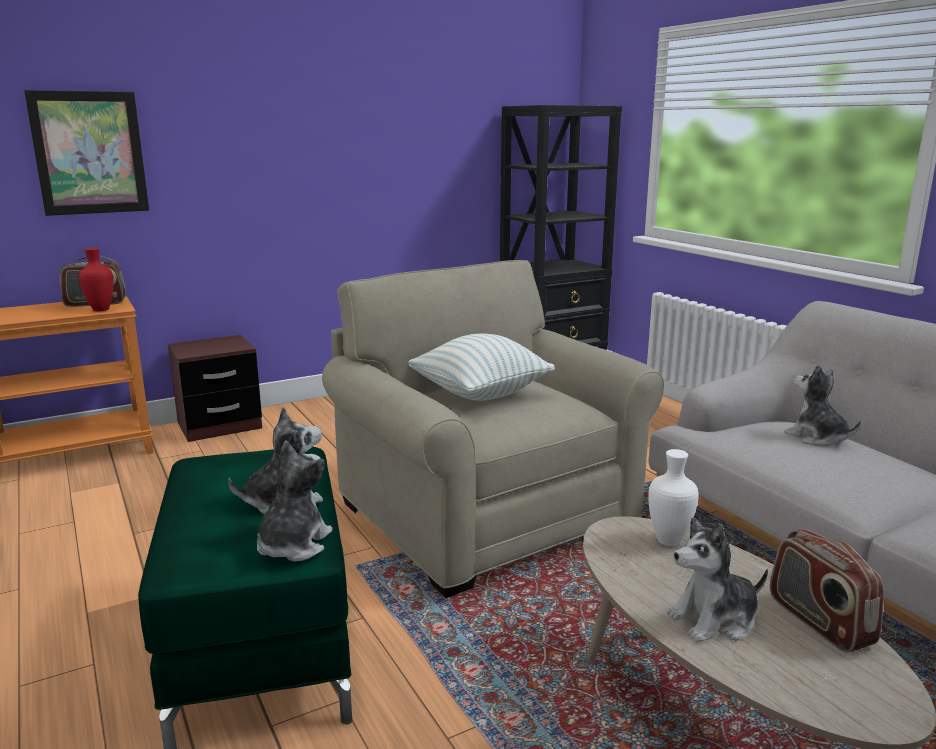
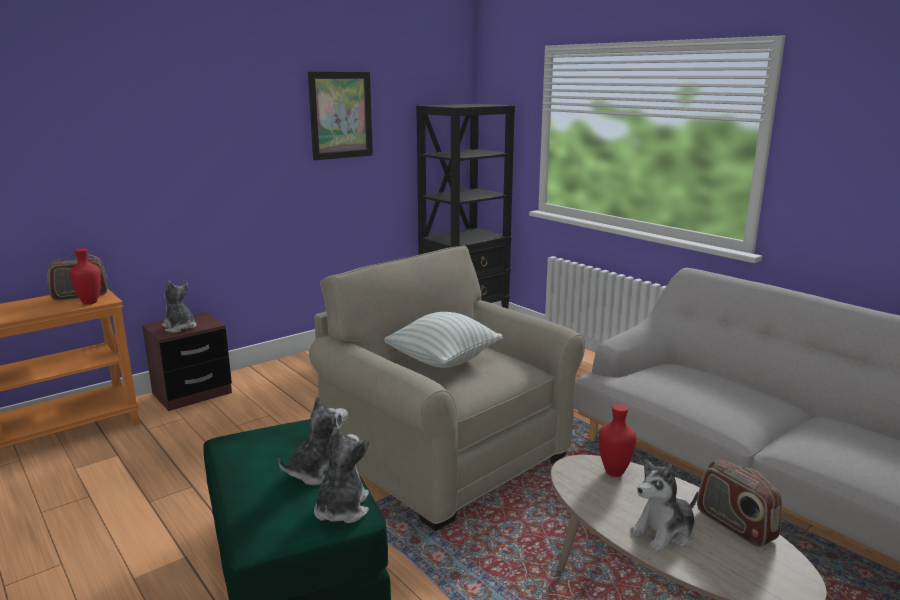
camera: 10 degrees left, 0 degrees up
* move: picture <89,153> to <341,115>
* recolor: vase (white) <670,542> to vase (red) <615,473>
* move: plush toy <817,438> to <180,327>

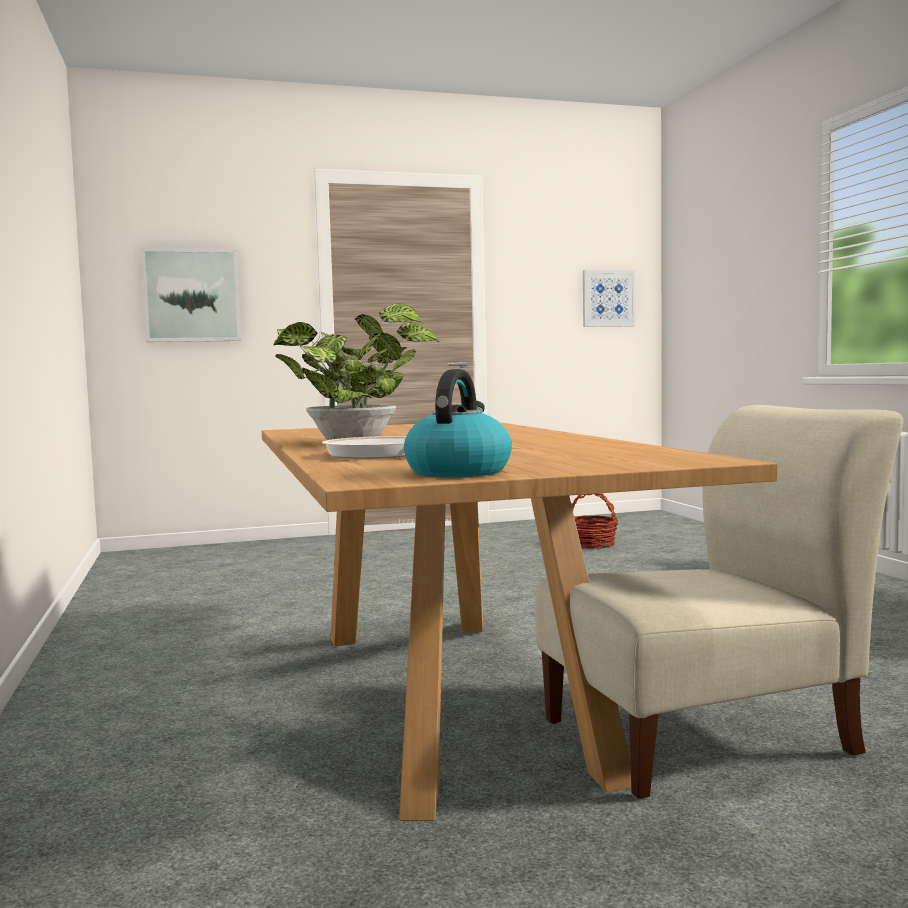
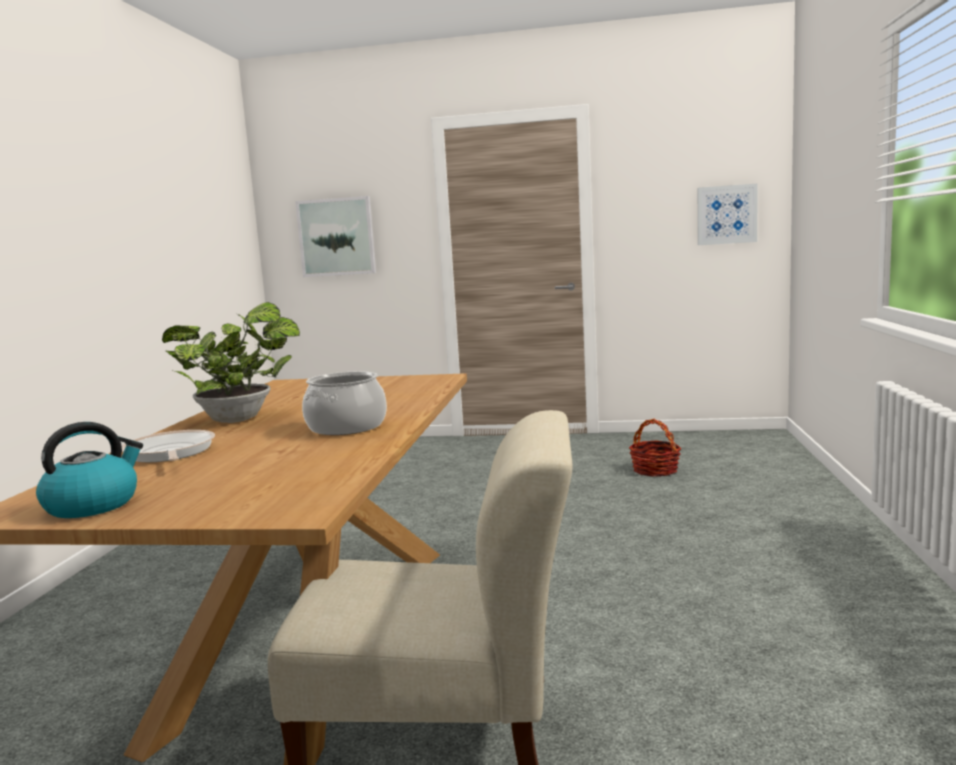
camera: 25 degrees right, 5 degrees up
* insert: cooking pot <346,427>

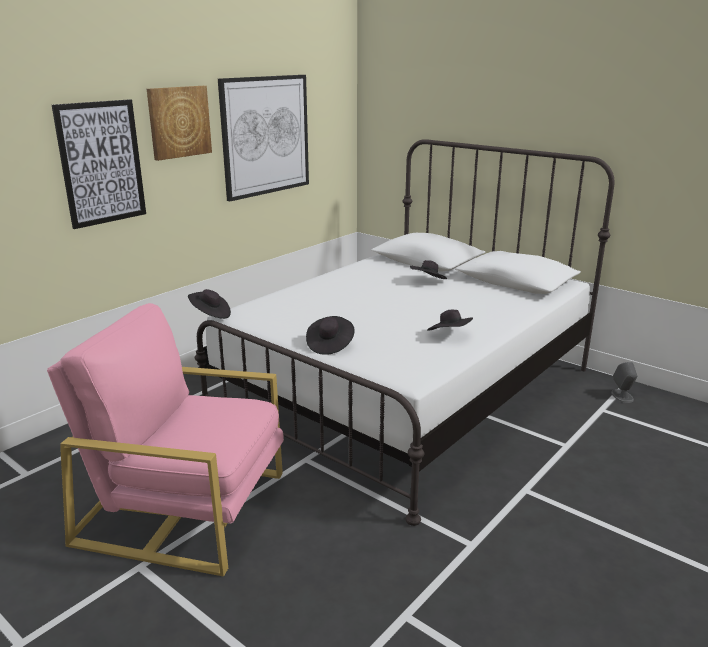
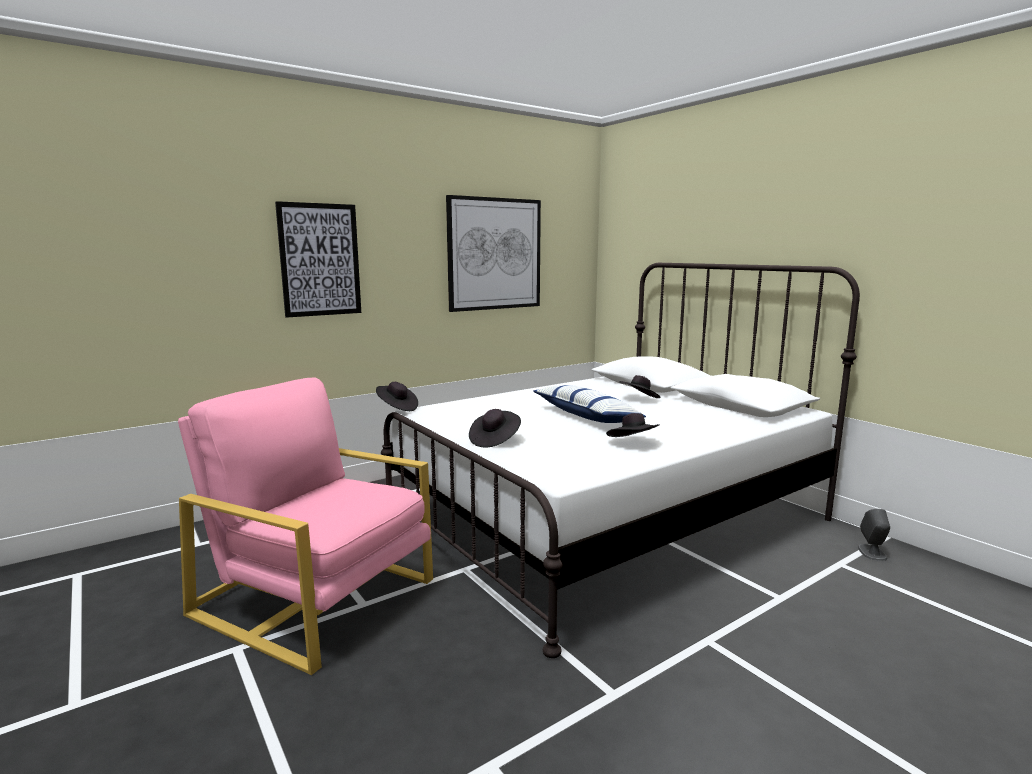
camera: 15 degrees right, 10 degrees down
* delete: picture <179,122>
* insert: pillow <586,416>

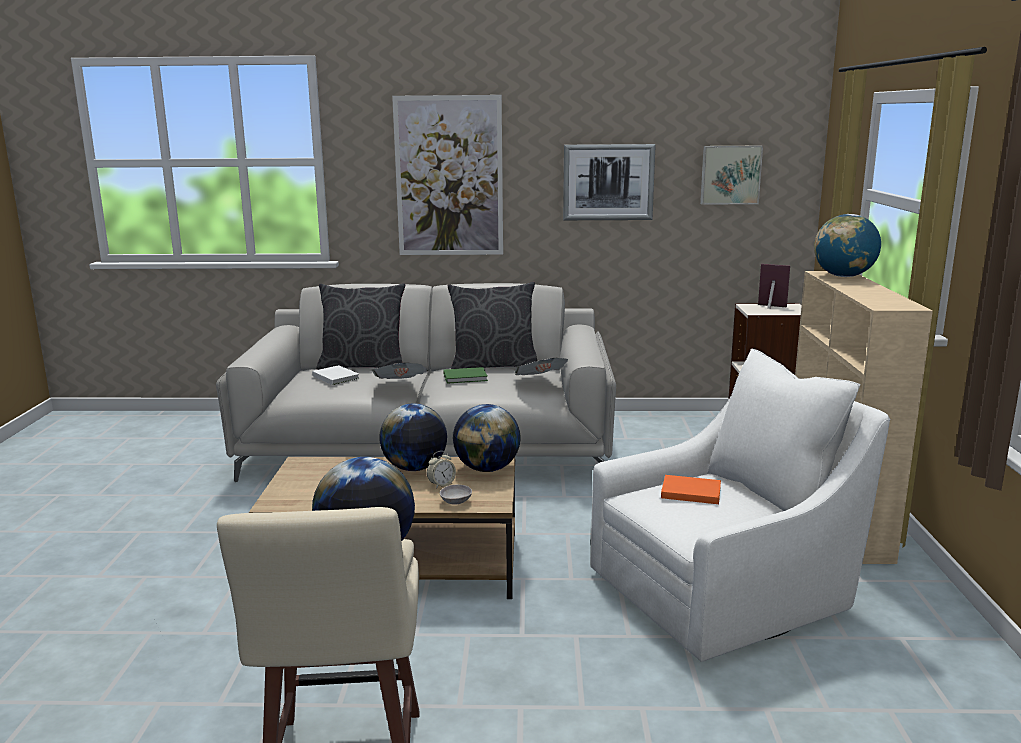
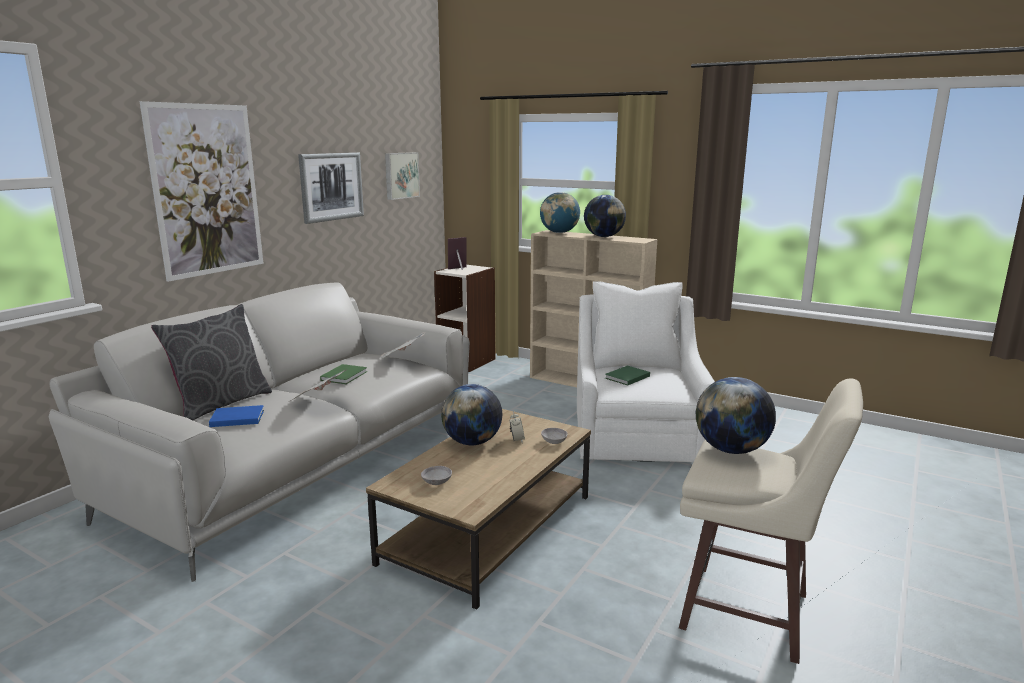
camera: 60 degrees left, 0 degrees up
* recolor: book (white) <335,377> to book (blue) <236,418>
* delete: pillow (grey) <493,366>
* move: globe <487,469> to <603,236>
* recolor: book (orange) <689,491> to book (green) <626,377>
* insert: bowl (grey) <436,482>

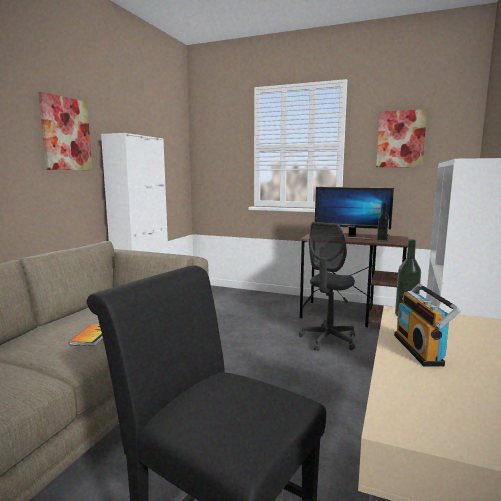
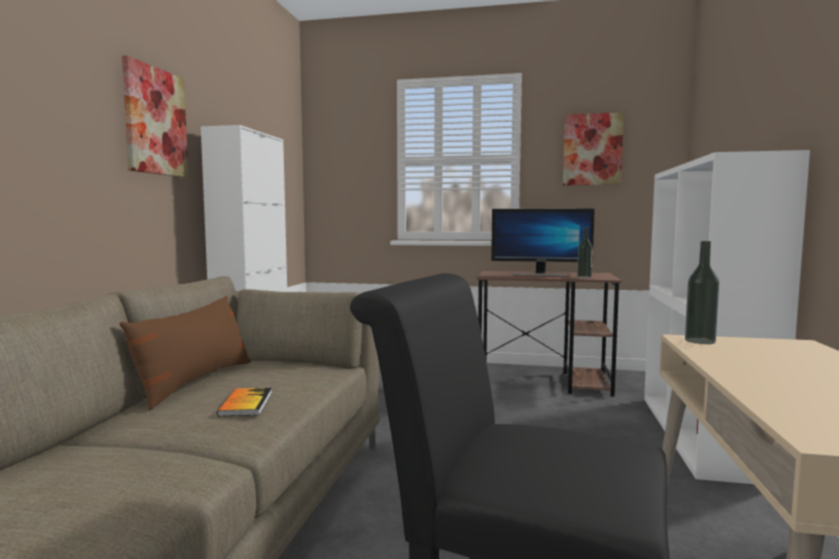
camera: 10 degrees left, 5 degrees down
* delete: office chair (grey) <328,340>
* delete: radio <421,349>
* insert: pillow (brown) <195,381>

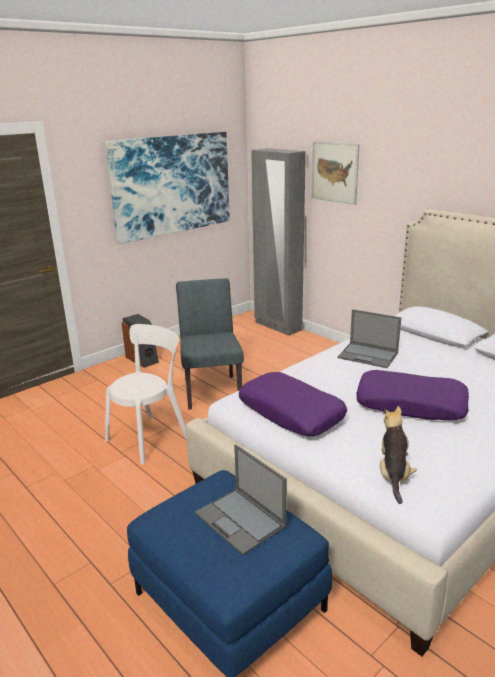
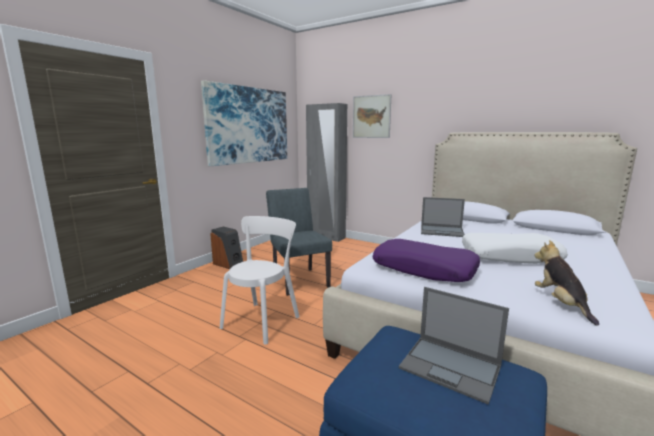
camera: 15 degrees left, 10 degrees down
* recolor: pillow (purple) <411,404> to pillow (white) <510,256>

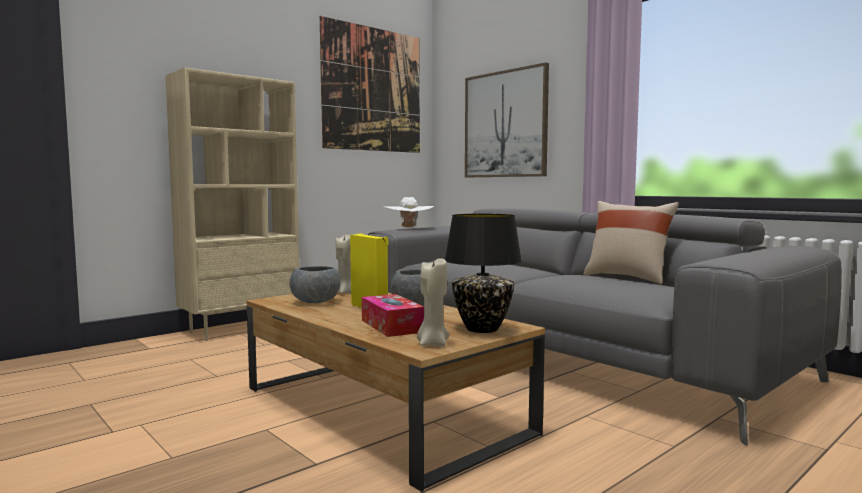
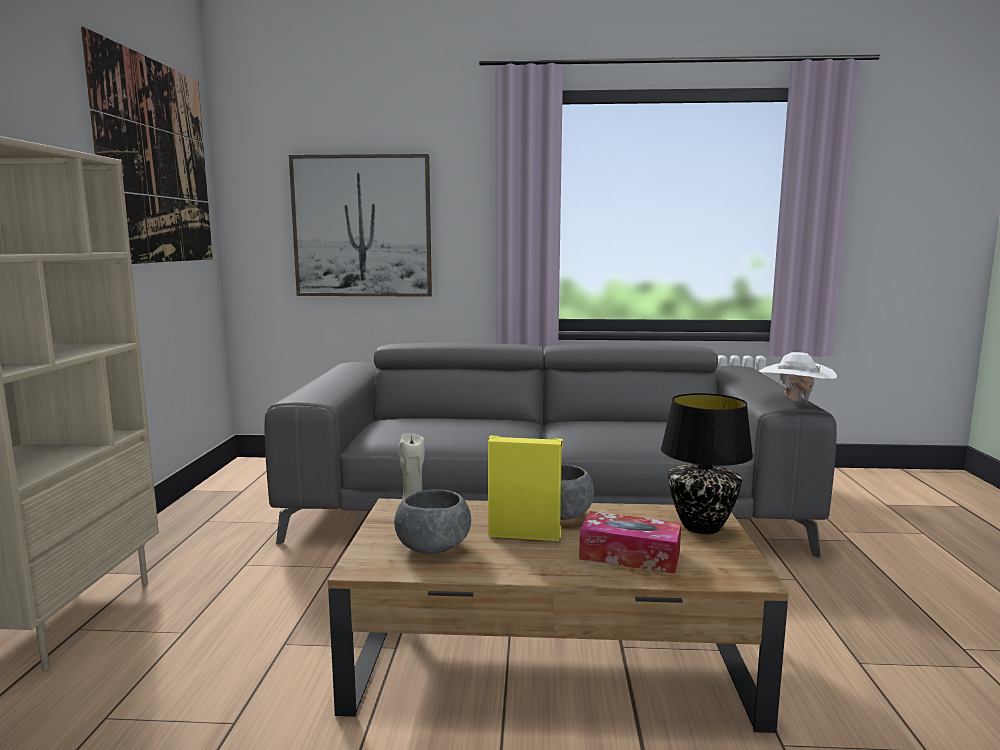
camera: 45 degrees left, 5 degrees up
* move: hat (white) <408,228> to <794,401>
* delete: candle (beige) <432,344>
* delete: pillow (beige) <627,278>

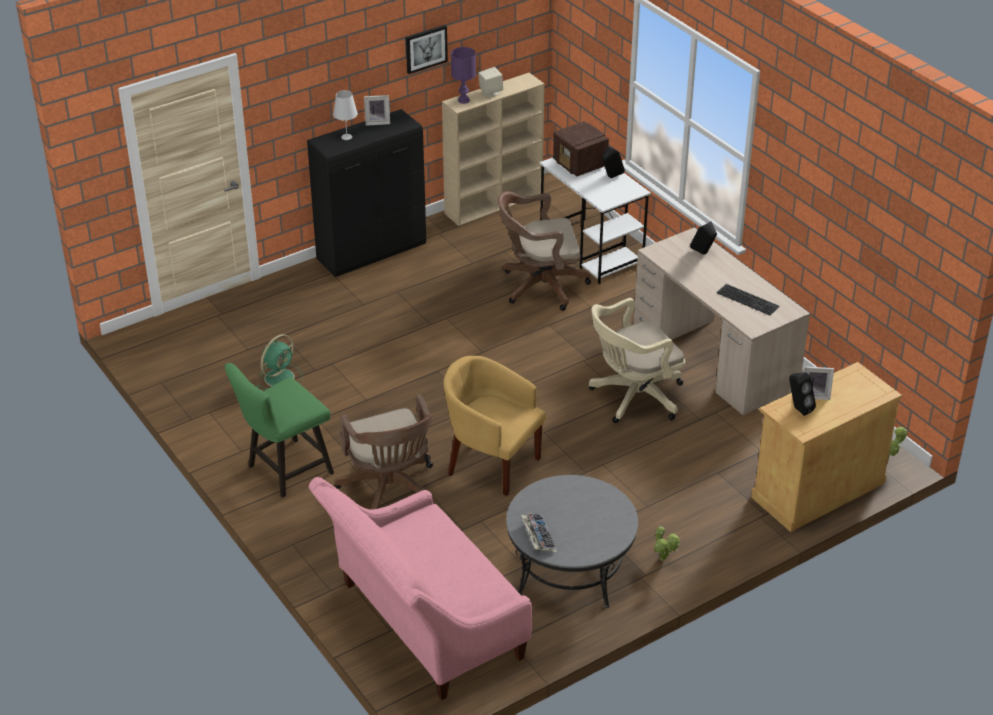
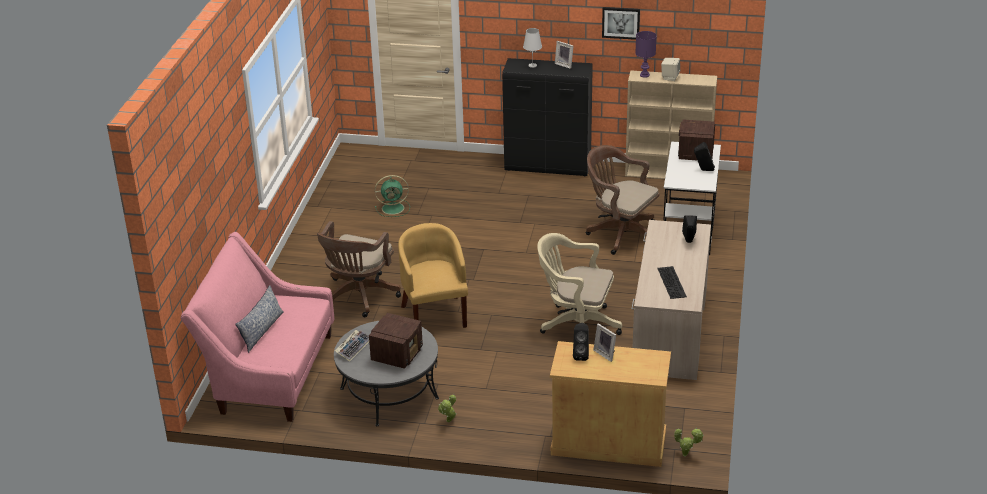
camera: 45 degrees right, 5 degrees down
* delete: chair (green) <285,471>
* insert: pillow <261,331>
* insert: radio <397,354>

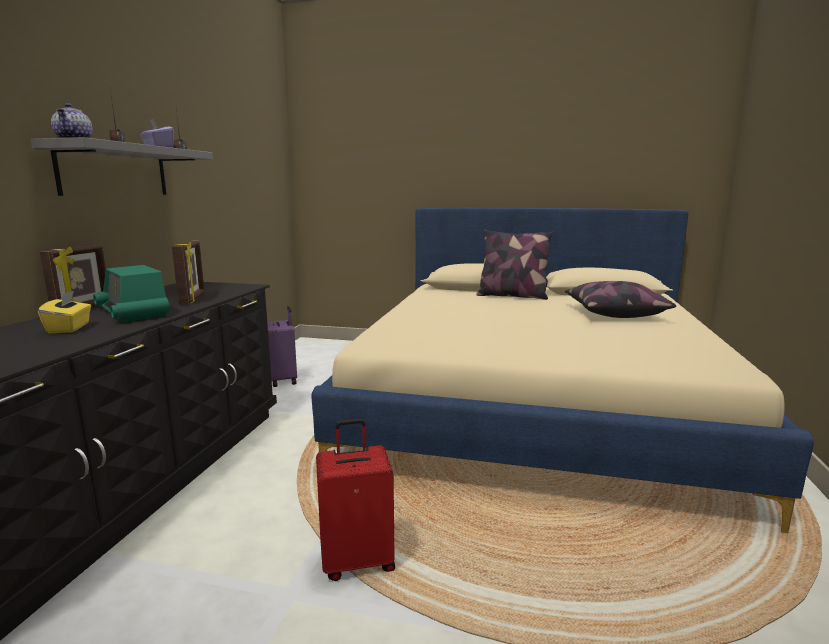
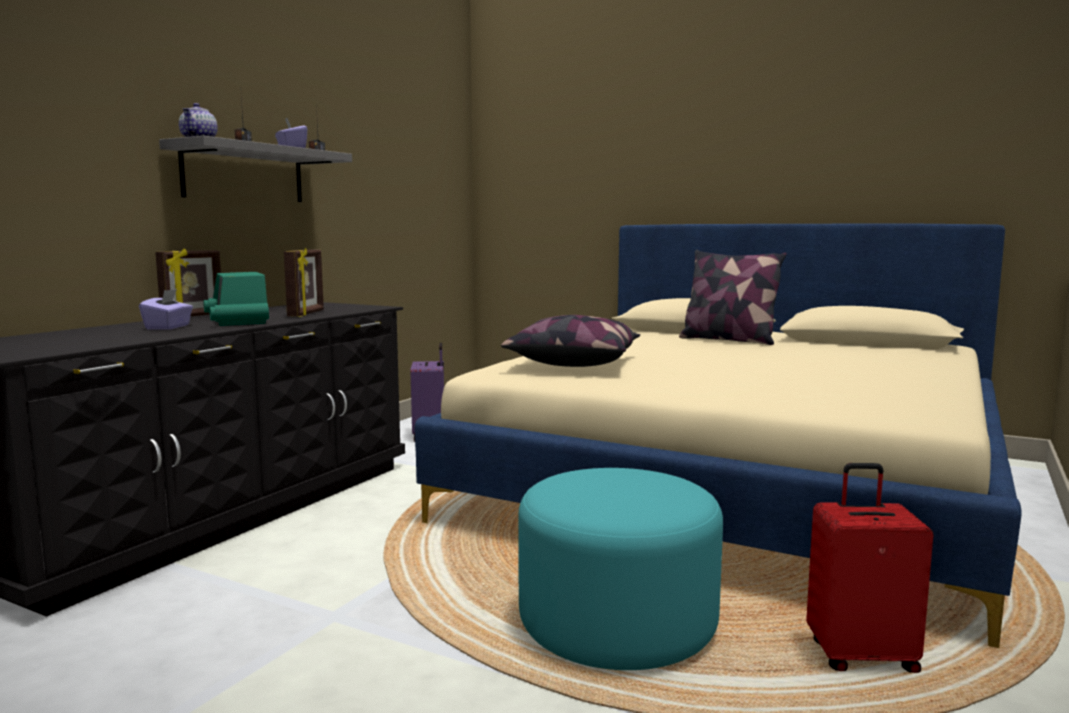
camera: 15 degrees right, 5 degrees down
* recolor: tissue box (yellow) <69,328> to tissue box (purple) <168,327>
* move: suitcase (red) <357,560> to <861,656>
* move: pillow <613,313> to <574,362>
* insert: ottoman (turquoise) <617,624>

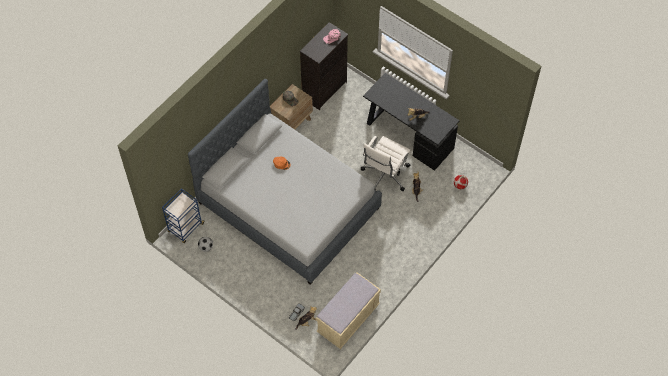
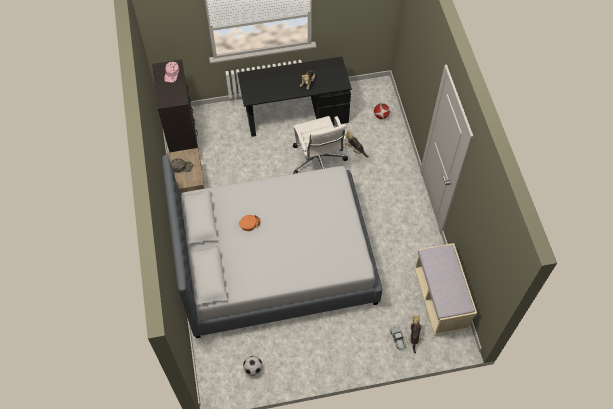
camera: 50 degrees left, 0 degrees up
* delete: cart (blue) <185,228>

